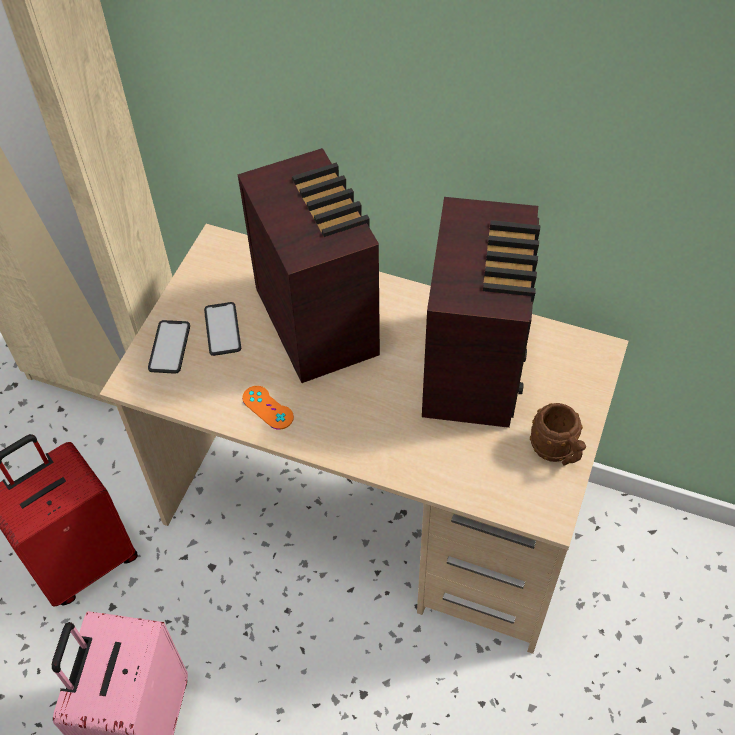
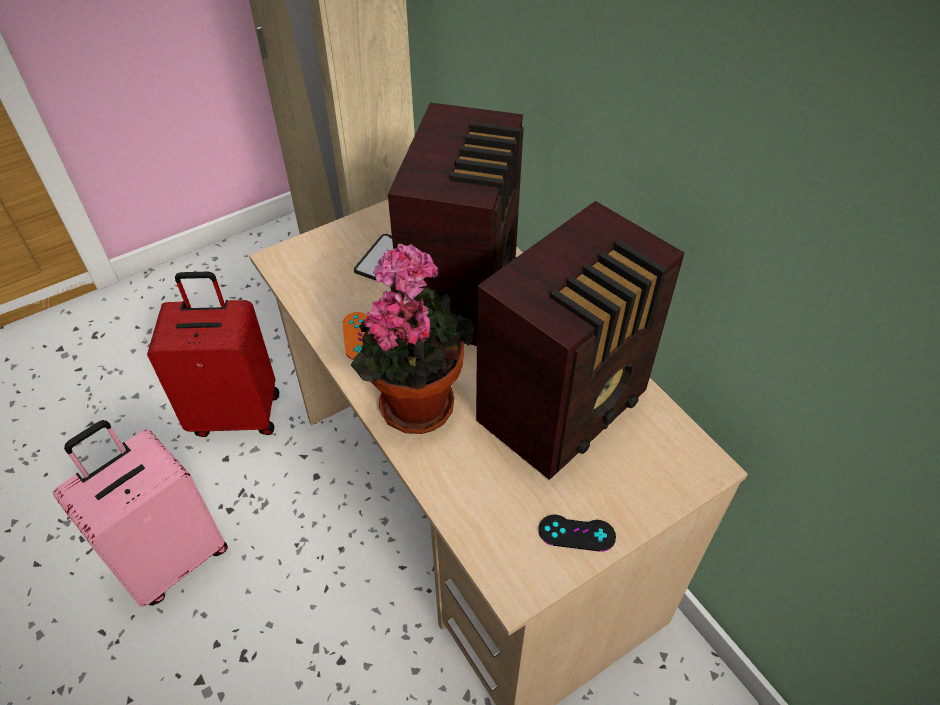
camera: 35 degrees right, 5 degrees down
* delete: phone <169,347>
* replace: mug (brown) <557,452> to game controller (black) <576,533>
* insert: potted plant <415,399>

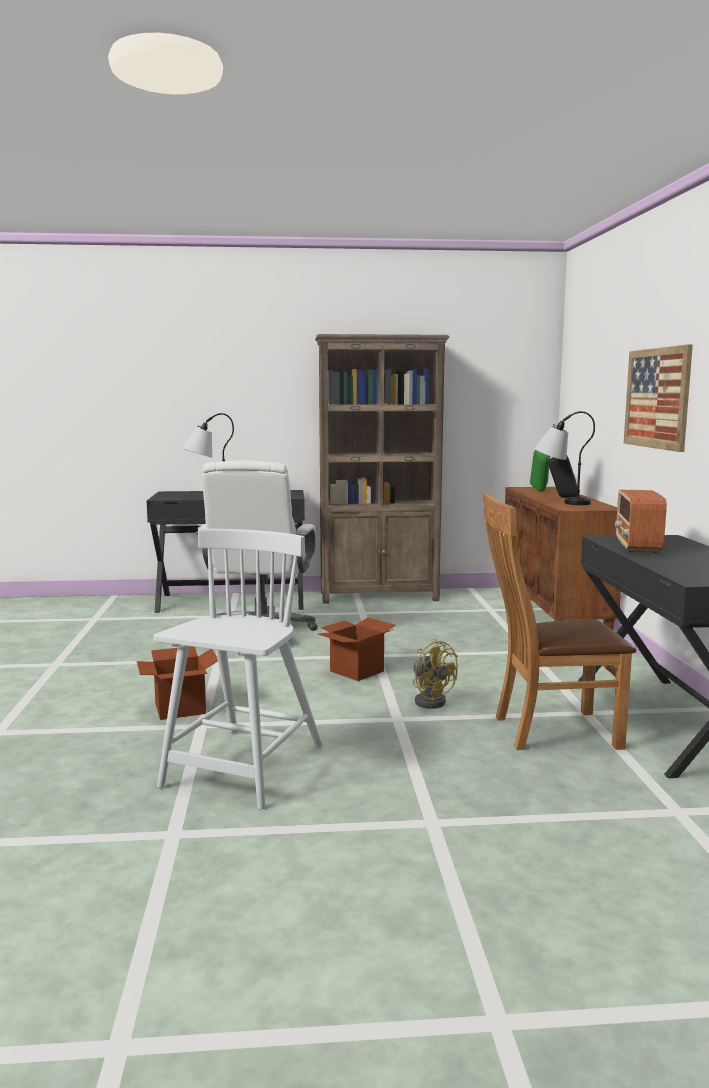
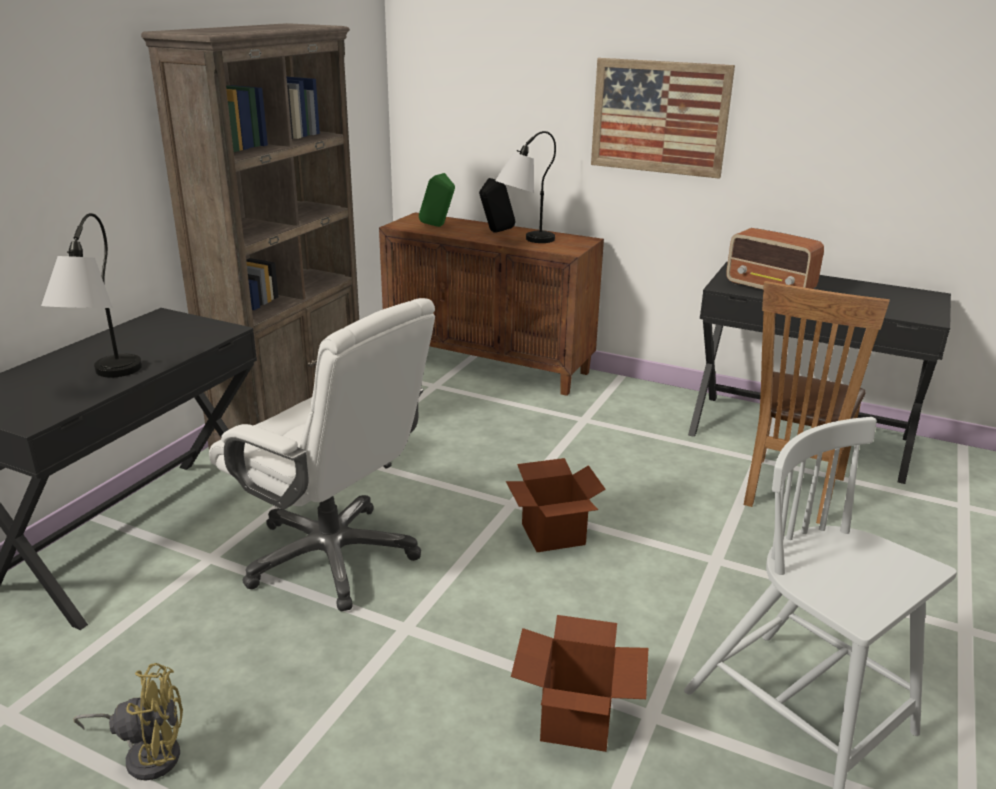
camera: 60 degrees left, 15 degrees up
* move: fan (yellow) <430,700> to <147,753>

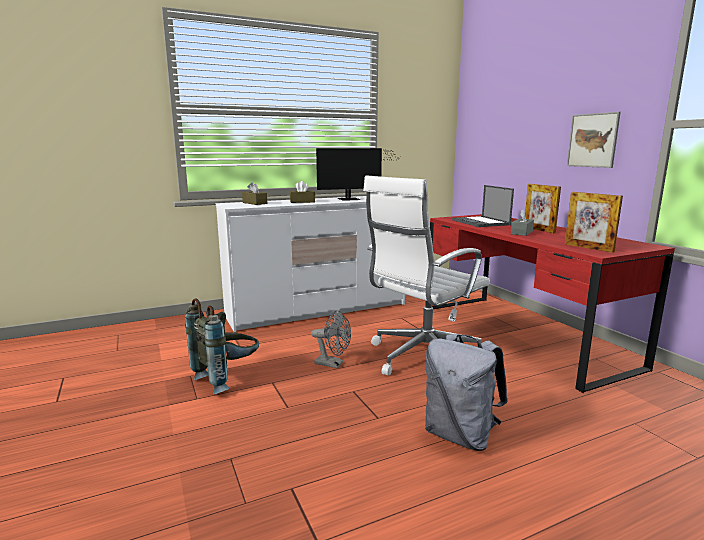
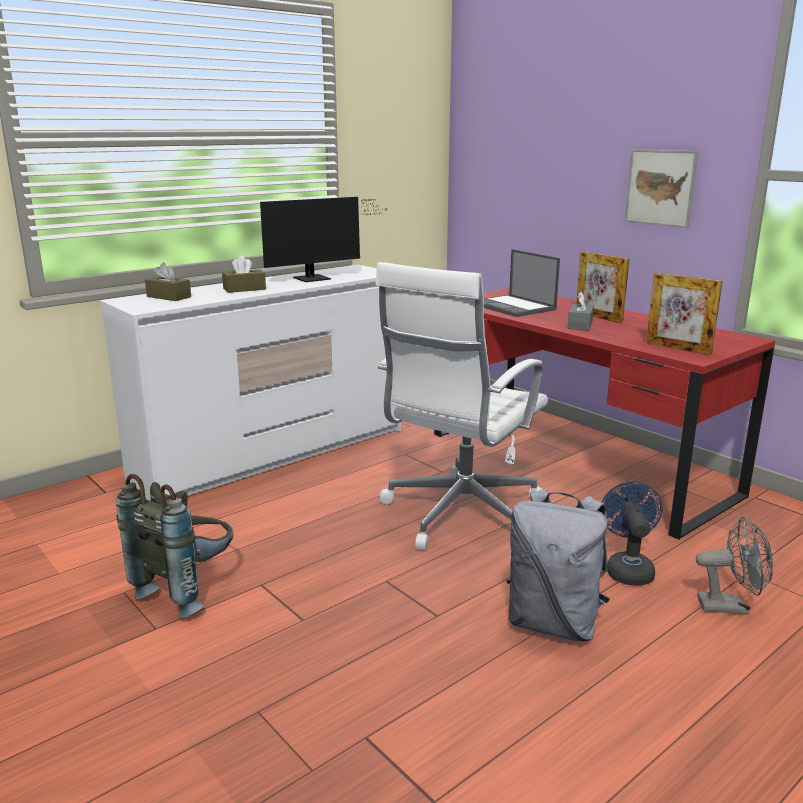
camera: 15 degrees left, 5 degrees up
* move: fan (grey) <333,364> to <730,606>
* insert: fan (blue) <627,569>

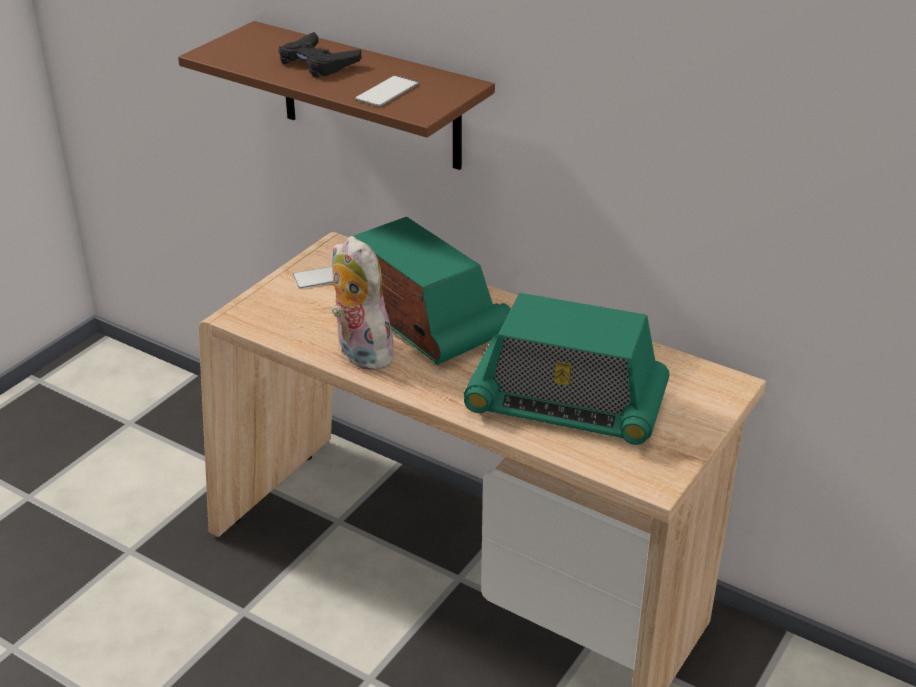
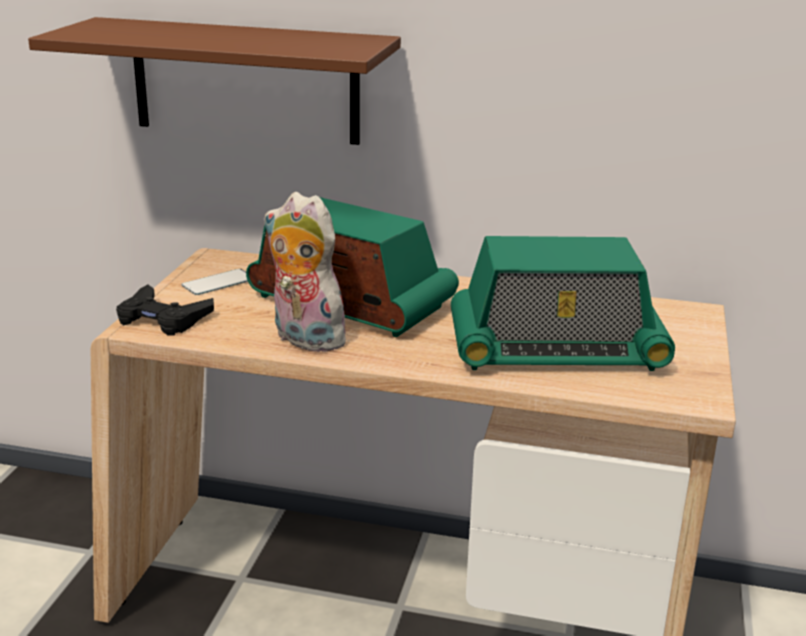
camera: 20 degrees left, 10 degrees down
* move: game controller (black) <317,63> to <163,318>
* delete: phone <387,92>

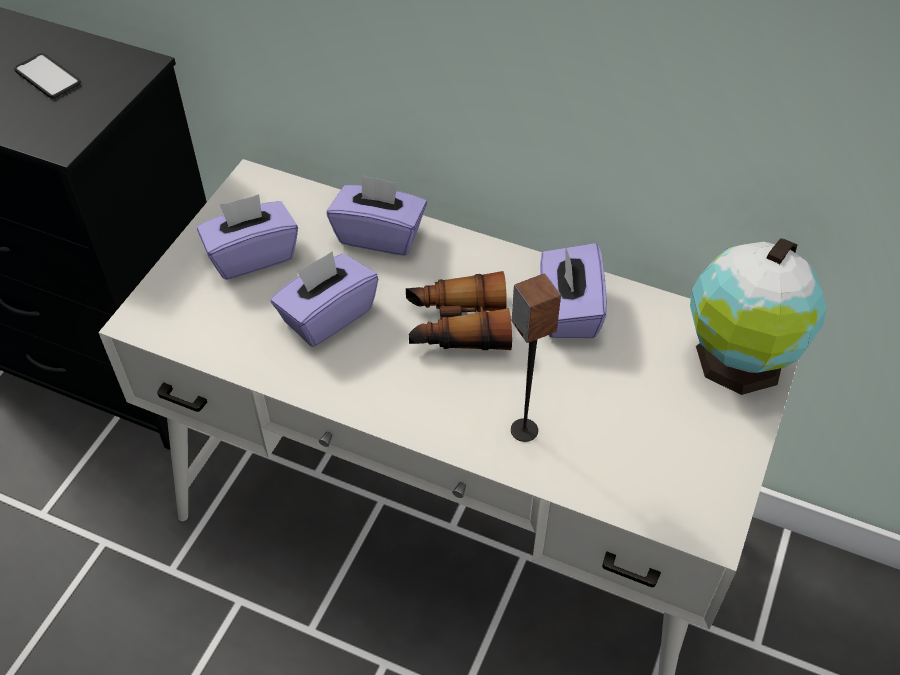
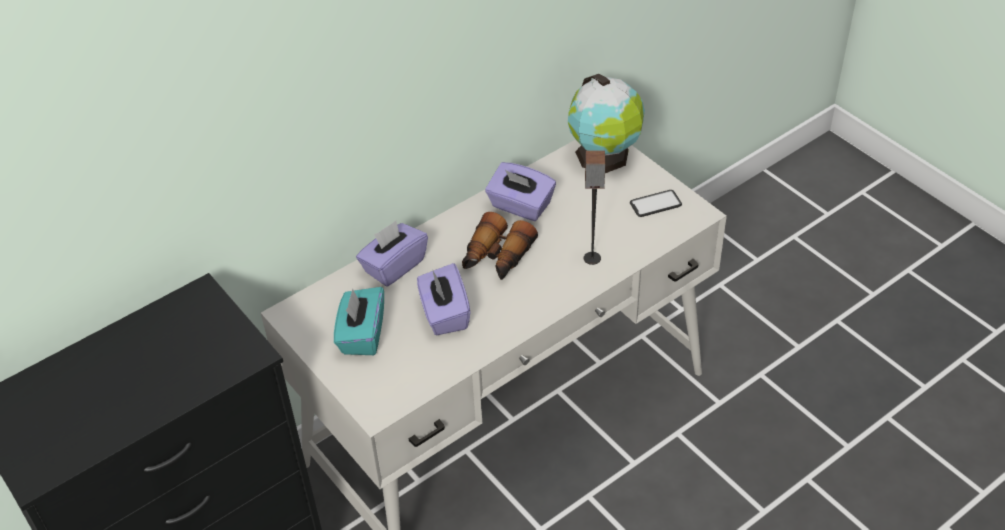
camera: 60 degrees left, 5 degrees down
* move: phone <48,77> to <655,204>
* recolor: tissue box (purple) <252,255> to tissue box (turquoise) <362,335>

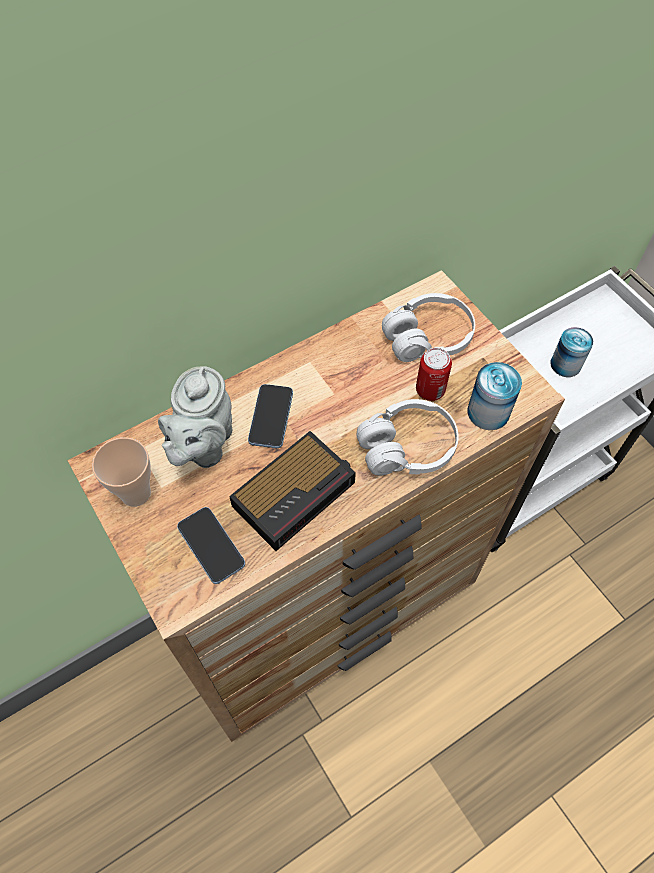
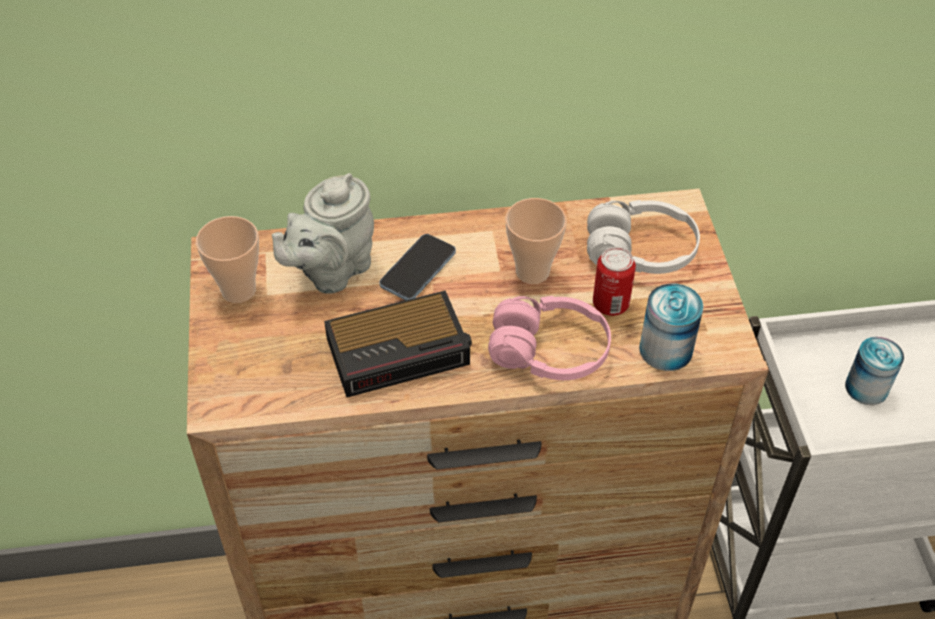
camera: 25 degrees right, 10 degrees down
* delete: phone <211,546>
* recolor: headphones (white) <407,447> to headphones (pink) <549,351>
* insert: cup <532,272>

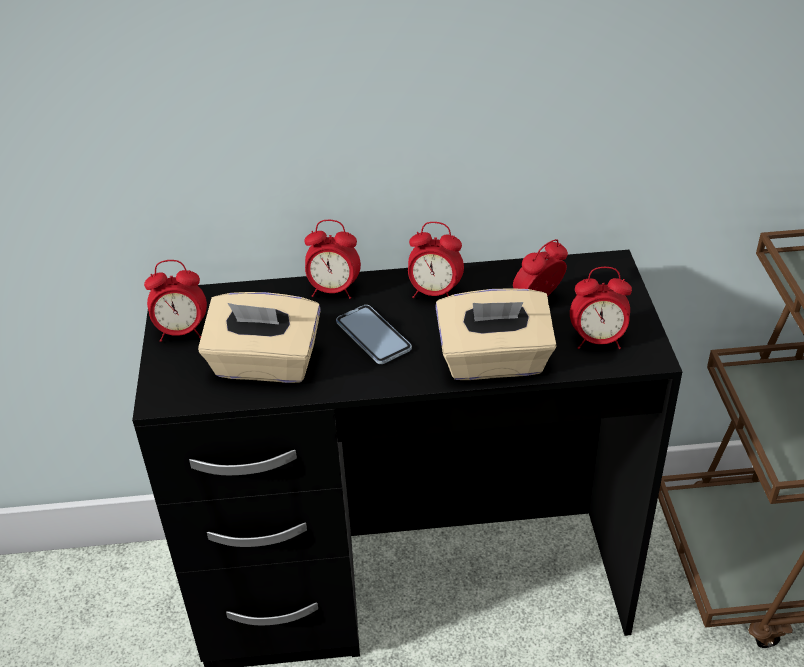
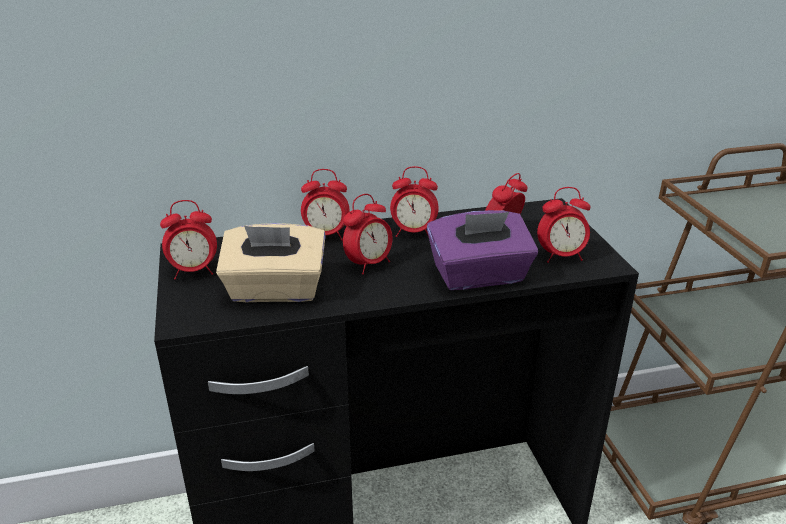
camera: 10 degrees left, 10 degrees down
* replace: phone <373,336> to alarm clock <368,264>
* recolor: tissue box (beige) <494,362> to tissue box (purple) <479,276>

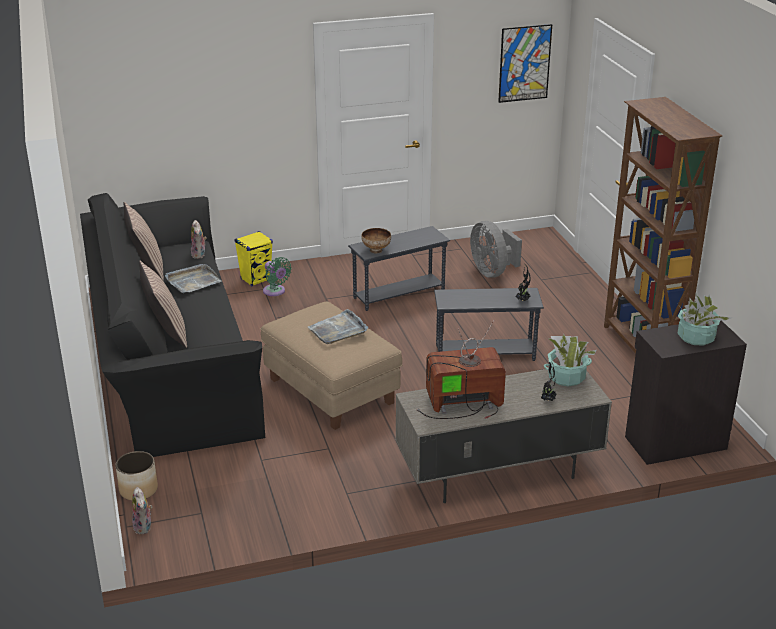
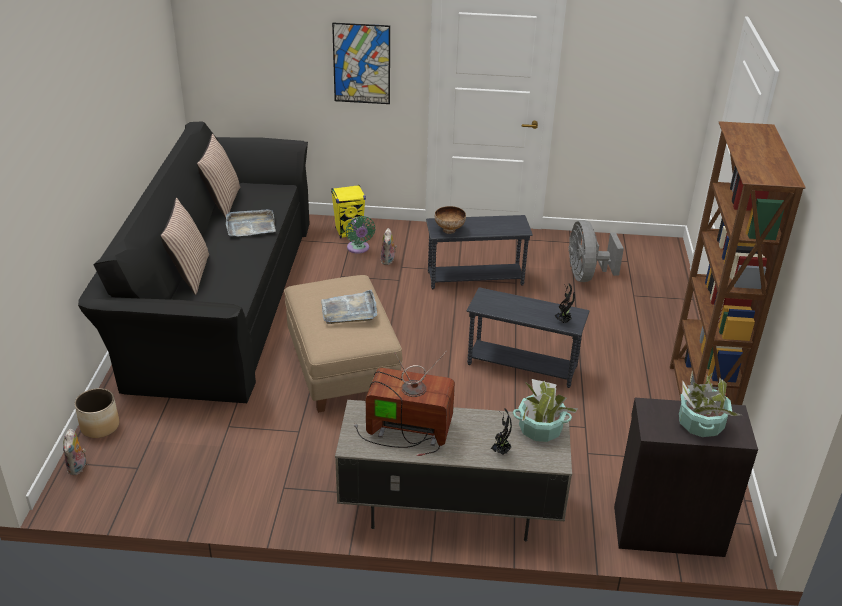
camera: 20 degrees right, 5 degrees up
* move: plush toy <199,255> to <388,261>
* move: picture <524,63> to <361,64>

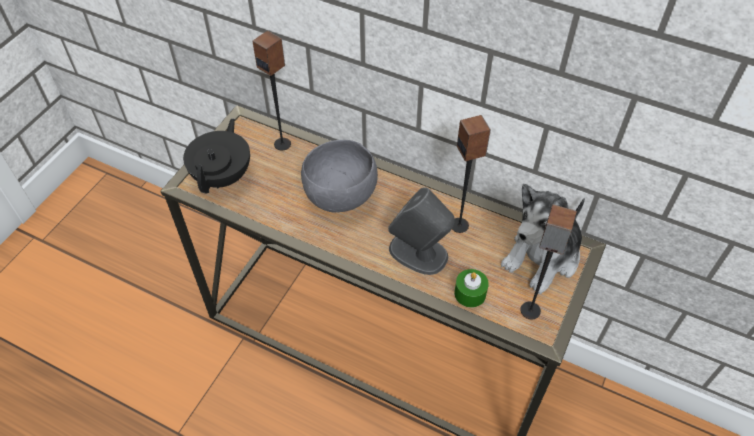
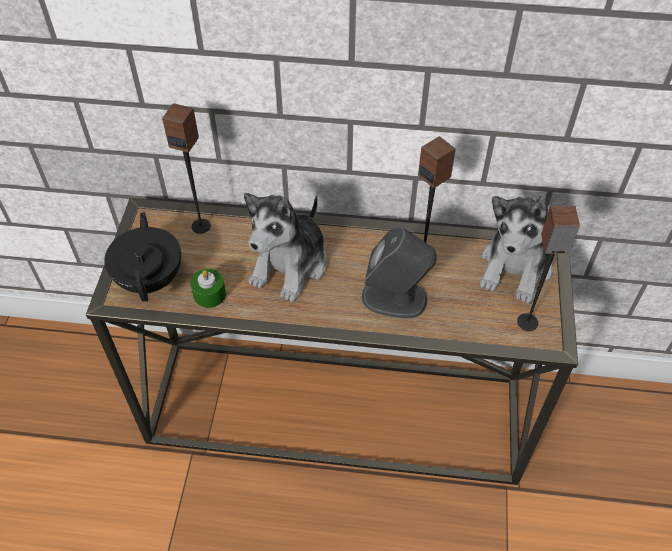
camera: 20 degrees left, 0 degrees up
* replace: bowl (grey) <342,198> to plush toy <290,265>
* move: candle (green) <470,293> to <209,294>

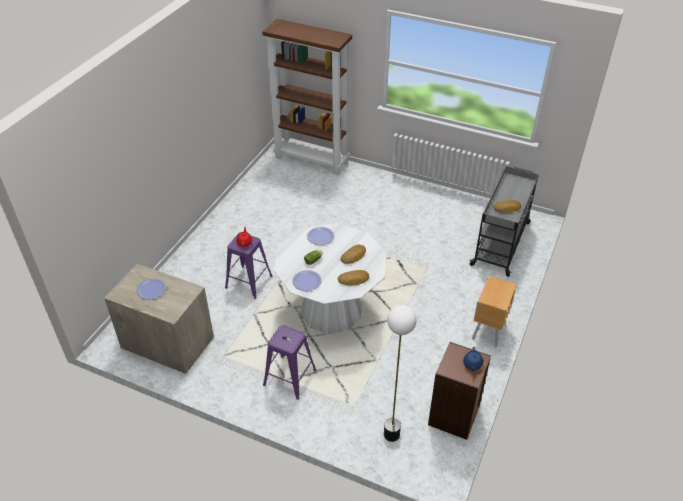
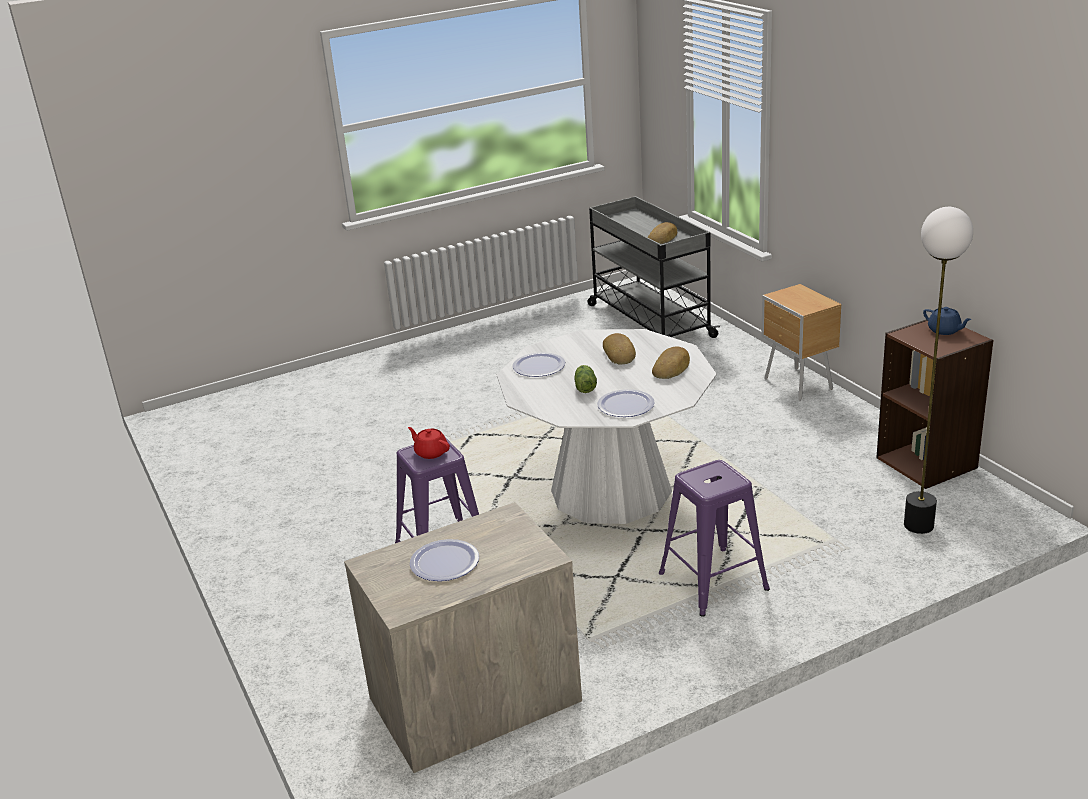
camera: 50 degrees left, 15 degrees down
* delete: bookcase (brown) <312,160>

